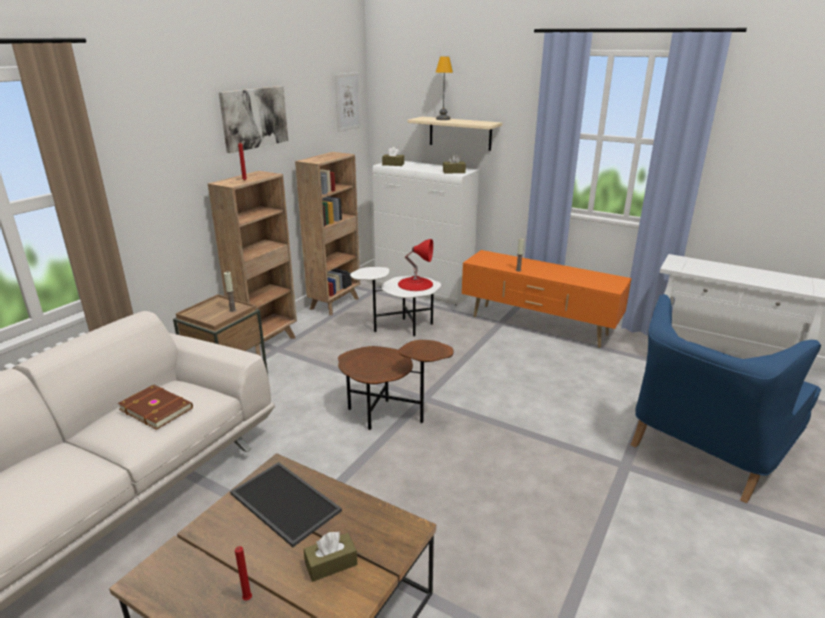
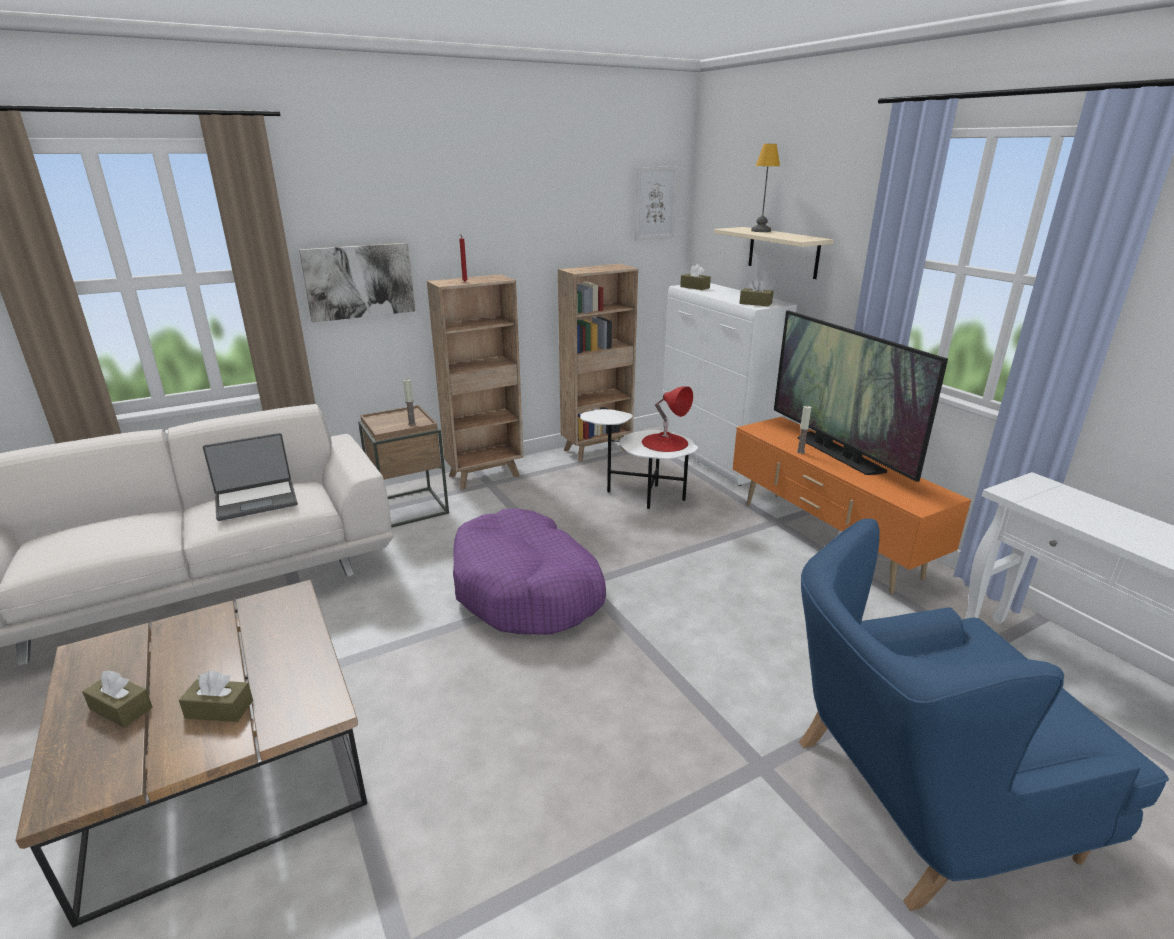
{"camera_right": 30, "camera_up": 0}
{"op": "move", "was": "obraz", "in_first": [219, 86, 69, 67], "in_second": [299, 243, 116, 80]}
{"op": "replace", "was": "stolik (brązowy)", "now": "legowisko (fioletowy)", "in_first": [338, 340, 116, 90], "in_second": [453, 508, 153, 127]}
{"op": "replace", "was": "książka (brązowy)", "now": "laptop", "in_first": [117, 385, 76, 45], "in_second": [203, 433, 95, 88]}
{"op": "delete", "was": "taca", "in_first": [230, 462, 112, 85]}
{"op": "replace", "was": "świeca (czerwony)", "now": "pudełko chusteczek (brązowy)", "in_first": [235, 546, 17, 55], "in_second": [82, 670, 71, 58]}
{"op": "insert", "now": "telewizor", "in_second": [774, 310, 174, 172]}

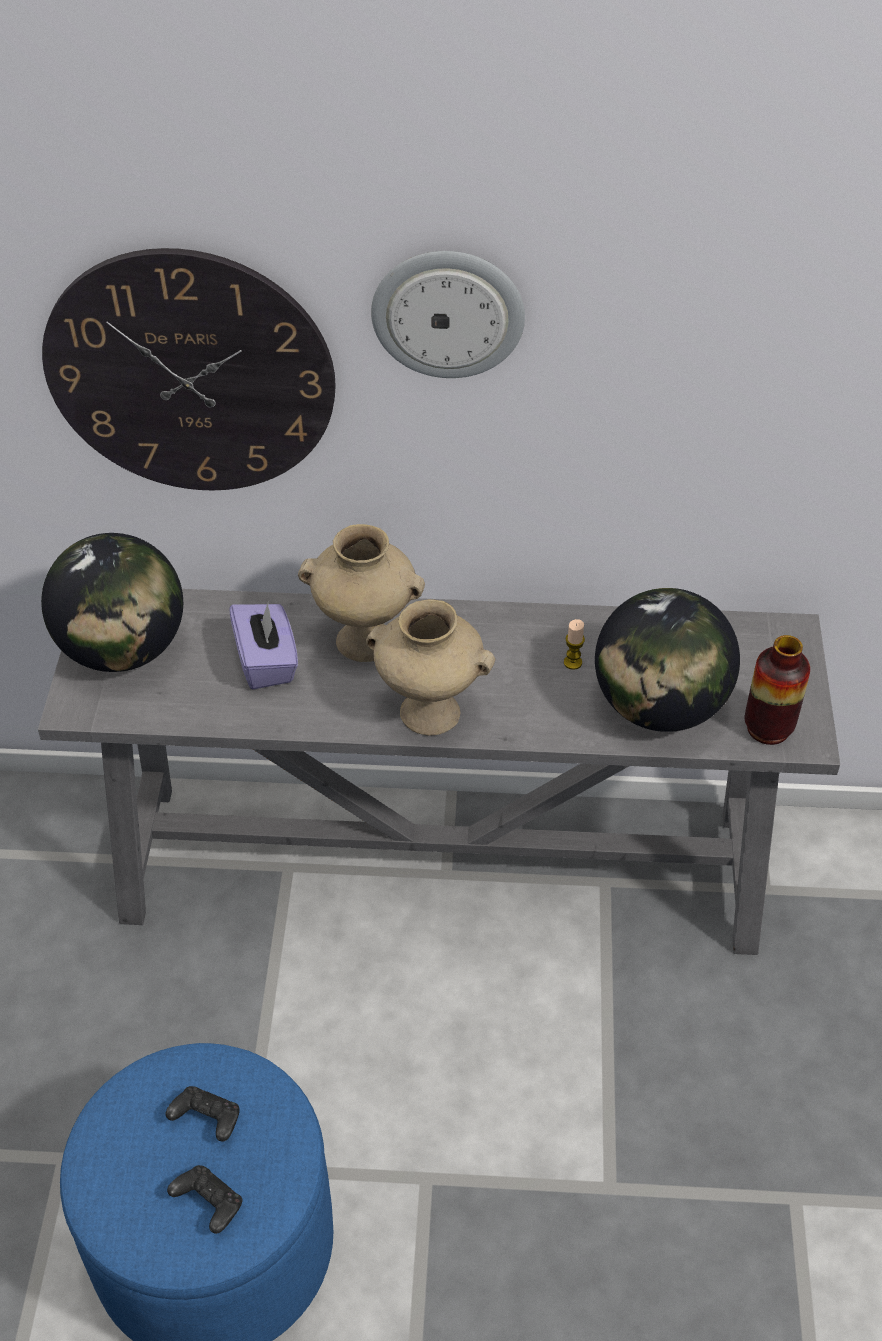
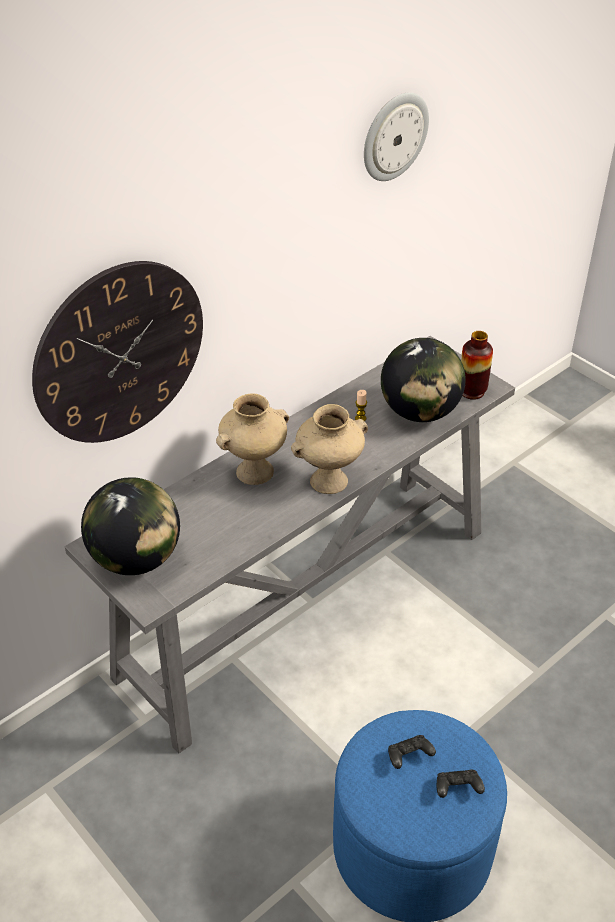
{"camera_right": -45, "camera_up": -5}
{"op": "move", "was": "zegar ścienny", "in_first": [371, 251, 154, 127], "in_second": [364, 92, 65, 89]}
{"op": "delete", "was": "pudełko chusteczek (fioletowy)", "in_first": [229, 601, 69, 89]}

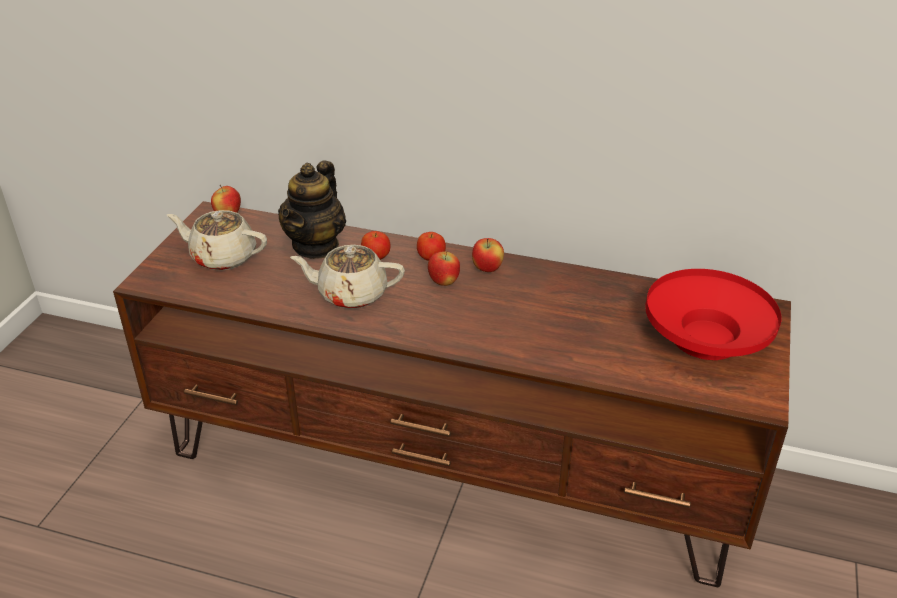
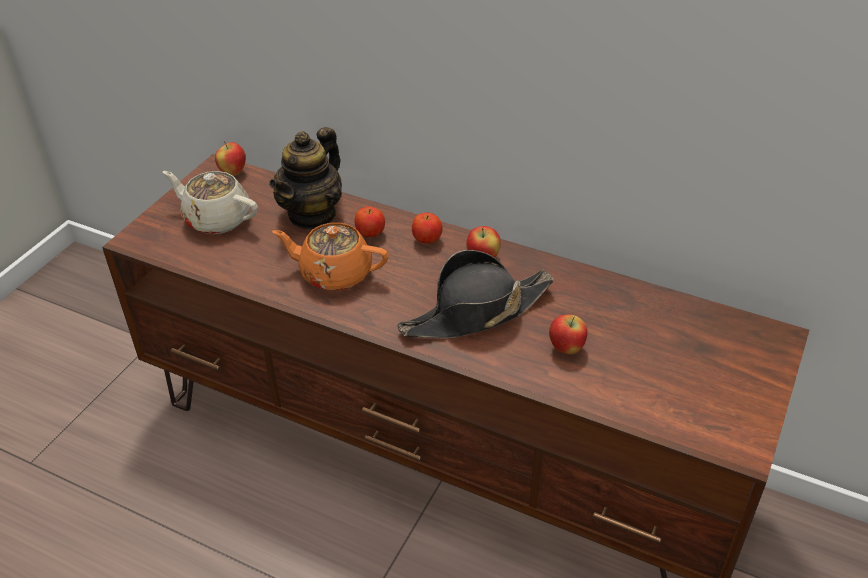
{"camera_right": 10, "camera_up": 5}
{"op": "recolor", "was": "imbryk (beżowy)", "now": "imbryk (pomarańczowy)", "in_first": [290, 245, 115, 64], "in_second": [272, 223, 116, 68]}
{"op": "move", "was": "jabłko", "in_first": [428, 250, 32, 36], "in_second": [549, 314, 38, 40]}
{"op": "delete", "was": "miska (czerwony)", "in_first": [645, 269, 137, 91]}
{"op": "insert", "now": "kapelusz (czarny)", "in_second": [397, 250, 157, 88]}

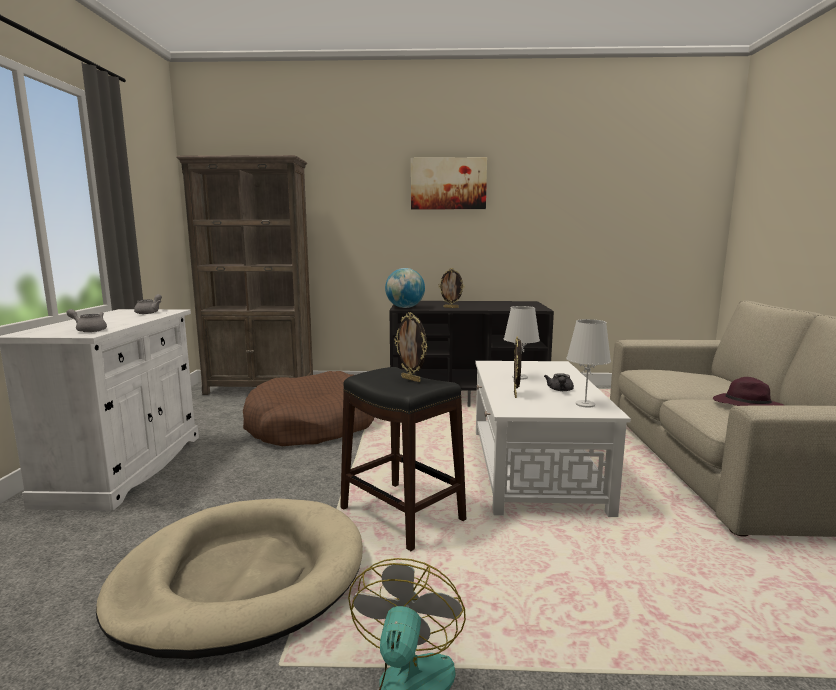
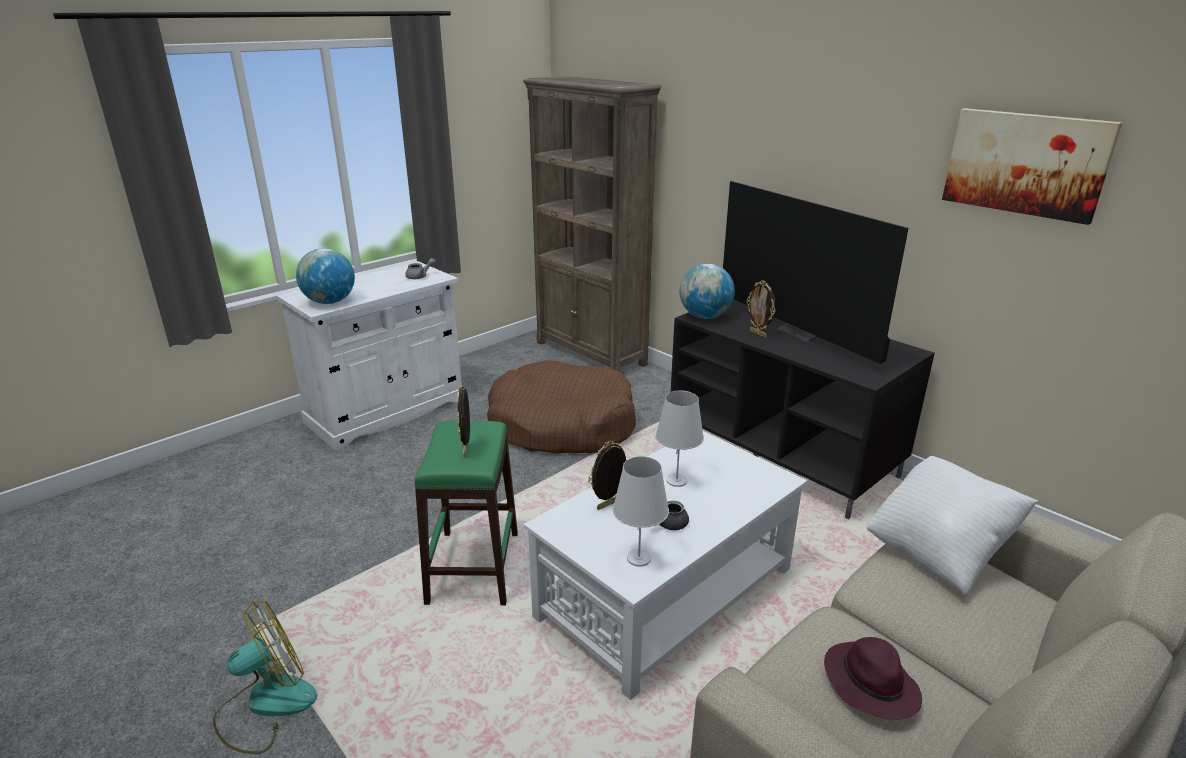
{"camera_right": 45, "camera_up": 15}
{"op": "move", "was": "obraz", "in_first": [411, 157, 76, 52], "in_second": [942, 108, 180, 117]}
{"op": "replace", "was": "imbryk (szary)", "now": "globus", "in_first": [67, 309, 40, 23], "in_second": [296, 248, 59, 56]}
{"op": "recolor", "was": "stołek (czarny)", "now": "stołek (zielony)", "in_first": [340, 367, 126, 184], "in_second": [414, 420, 104, 185]}
{"op": "delete", "was": "legowisko (beżowy)", "in_first": [96, 498, 267, 161]}
{"op": "insert", "now": "telewizor", "in_second": [723, 181, 185, 183]}
{"op": "insert", "now": "poduszka (biały)", "in_second": [866, 456, 172, 139]}

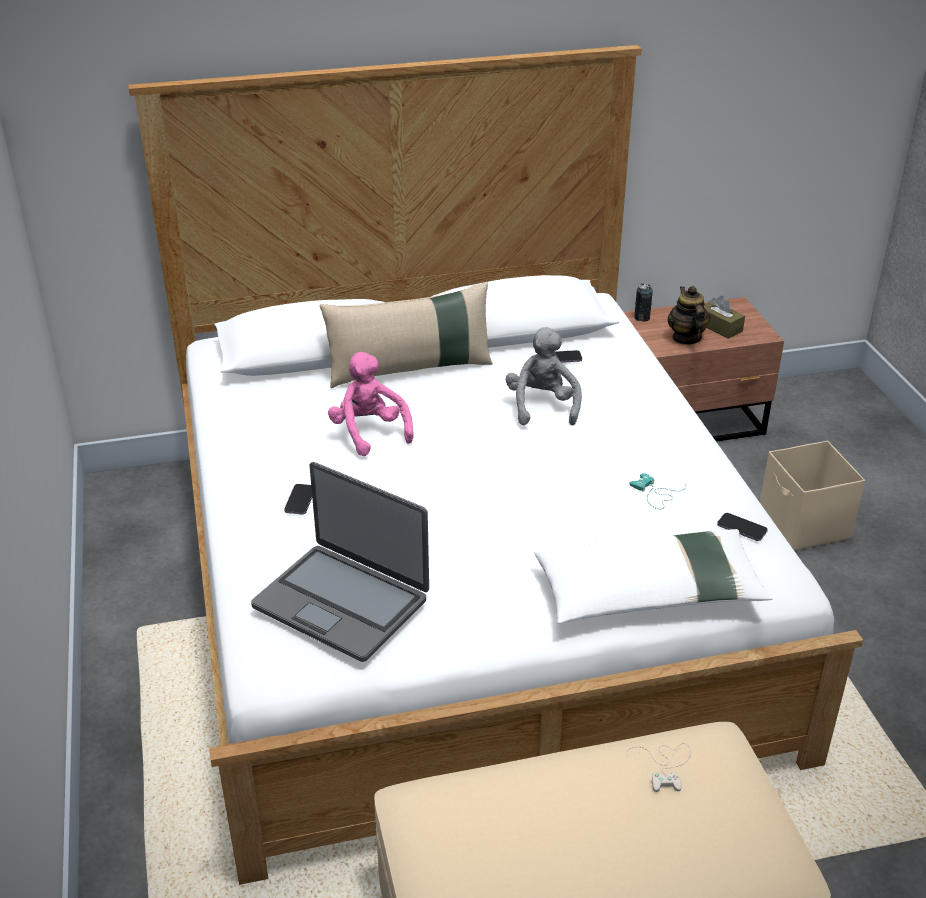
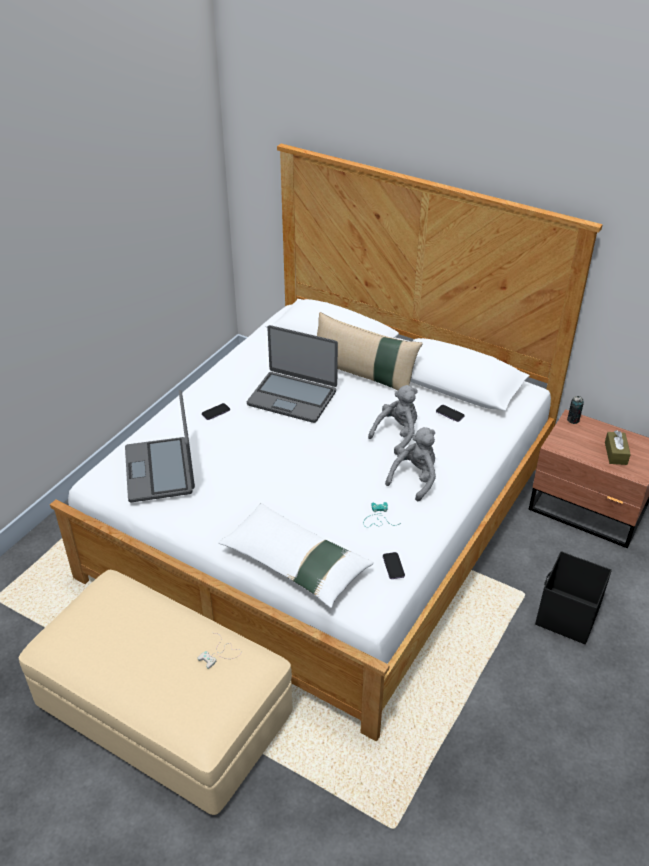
{"camera_right": 45, "camera_up": 5}
{"op": "delete", "was": "imbryk", "in_first": [668, 286, 43, 59]}
{"op": "replace", "was": "pluszak (różowy)", "now": "laptop", "in_first": [328, 352, 86, 104], "in_second": [247, 325, 91, 98]}
{"op": "recolor", "was": "pojemnik do przechowywania (beżowy)", "now": "pojemnik do przechowywania (czarny)", "in_first": [760, 441, 105, 109], "in_second": [535, 551, 77, 93]}
{"op": "insert", "now": "pluszak (szary)", "in_second": [385, 427, 51, 74]}

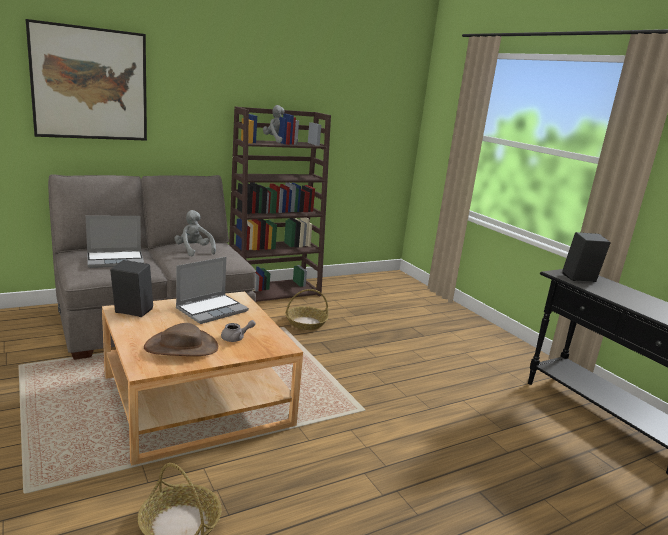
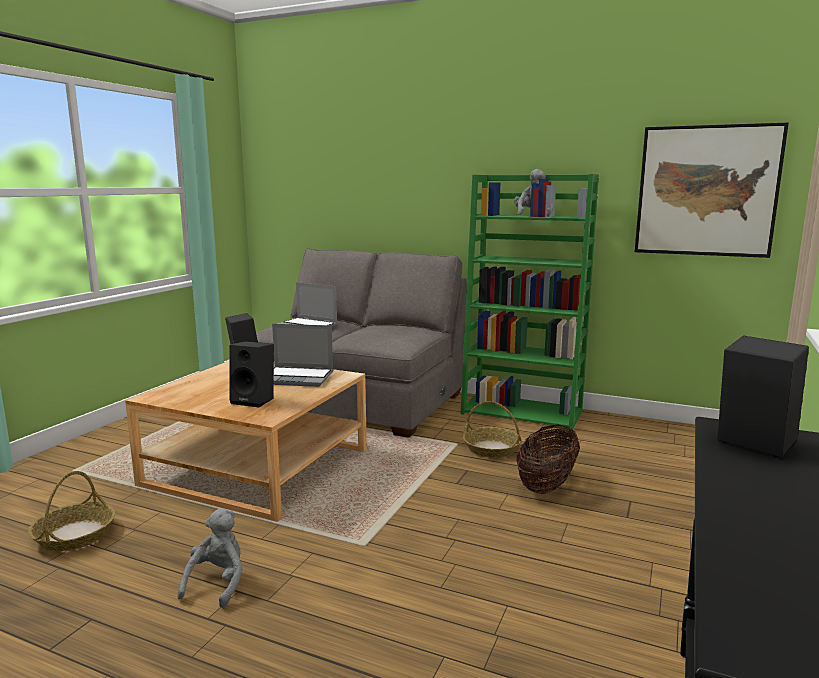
{"camera_right": 55, "camera_up": -5}
{"op": "move", "was": "obraz", "in_first": [26, 19, 121, 122], "in_second": [635, 122, 154, 136]}
{"op": "recolor", "was": "regał (brązowy)", "now": "regał (zielony)", "in_first": [229, 106, 102, 196], "in_second": [460, 174, 139, 257]}
{"op": "move", "was": "pluszak (szary)", "in_first": [174, 210, 42, 46], "in_second": [178, 508, 65, 100]}
{"op": "replace", "was": "imbryk (szary)", "now": "głośnik (czarny)", "in_first": [221, 320, 35, 22], "in_second": [229, 341, 45, 66]}
{"op": "delete", "was": "kapelusz (brązowy)", "in_first": [144, 323, 74, 33]}
{"op": "insert", "now": "koszyk", "in_second": [516, 424, 64, 70]}

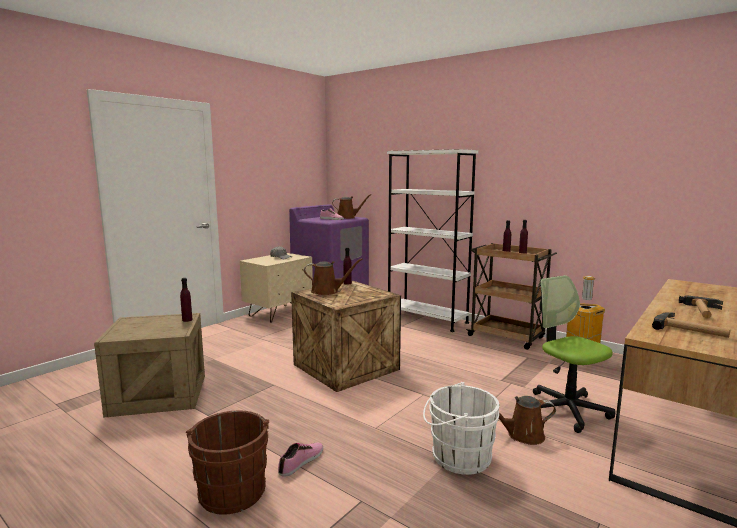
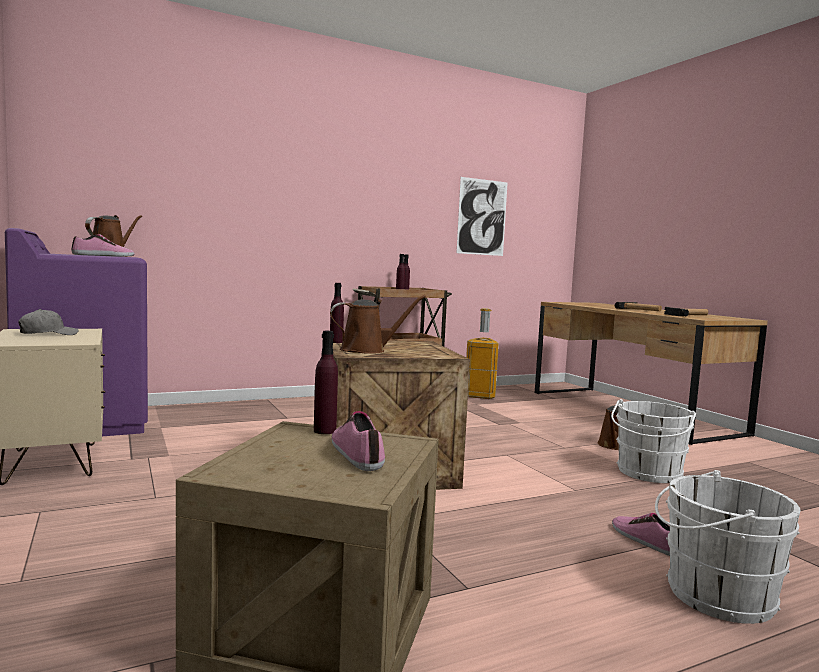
{"camera_right": -65, "camera_up": -5}
{"op": "delete", "was": "regał (biały)", "in_first": [387, 149, 91, 183]}
{"op": "rotate", "was": "konewka (brązowy)", "in_first": [304, 259, 59, 36], "in_second": [330, 295, 96, 59], "clockwise": 45}
{"op": "delete", "was": "krzesło biurowe", "in_first": [533, 275, 82, 158]}
{"op": "recolor", "was": "wiadro (brązowy)", "now": "wiadro (biały)", "in_first": [186, 411, 83, 104], "in_second": [655, 470, 145, 154]}
{"op": "insert", "now": "obraz", "in_second": [457, 177, 51, 79]}
{"op": "insert", "now": "but", "in_second": [332, 411, 53, 60]}

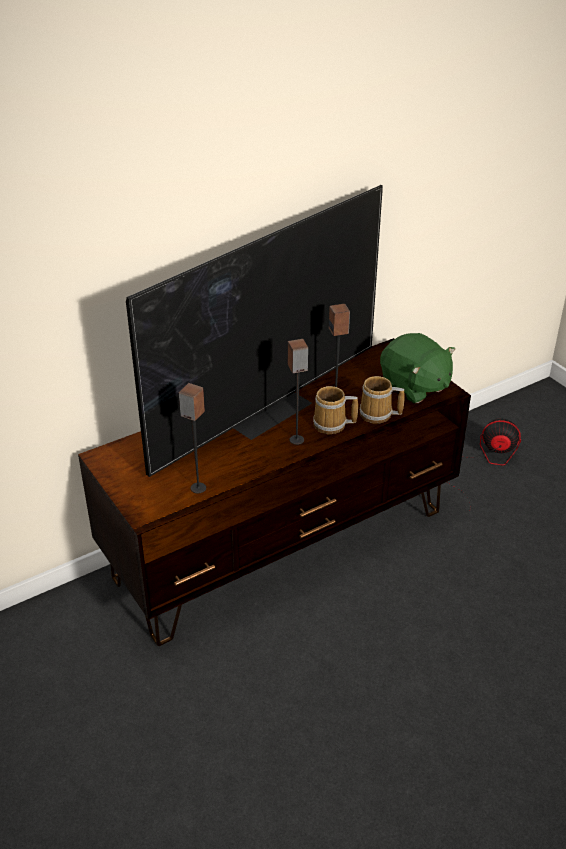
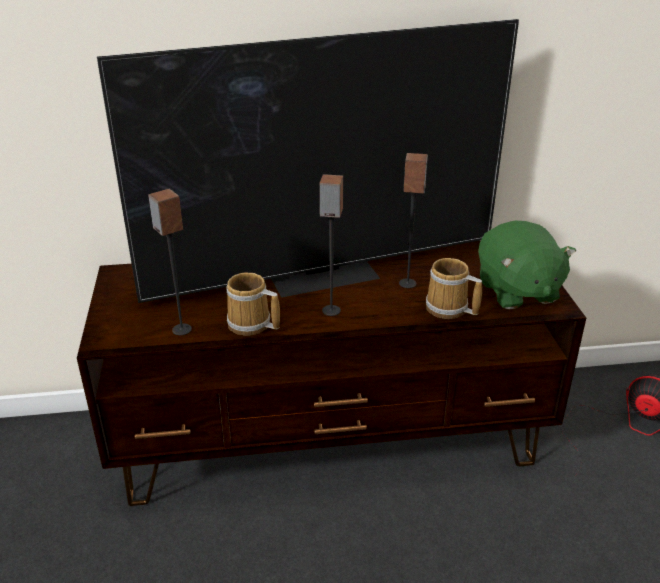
{"camera_right": 25, "camera_up": -5}
{"op": "move", "was": "kubek", "in_first": [313, 386, 45, 48], "in_second": [226, 272, 54, 64]}

